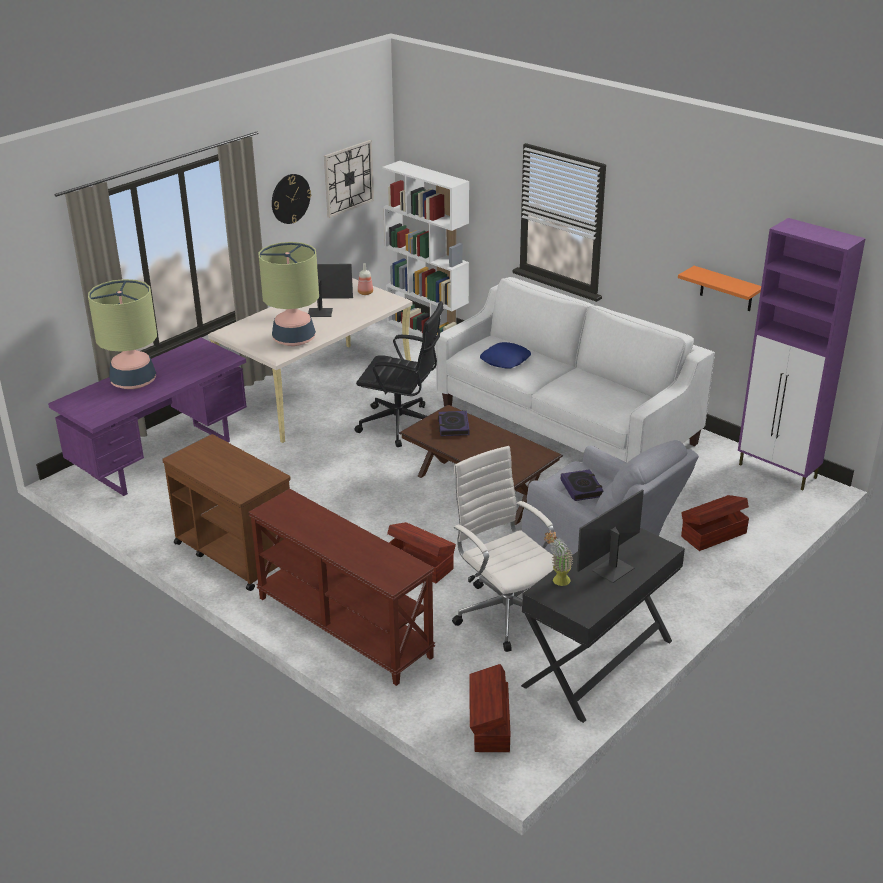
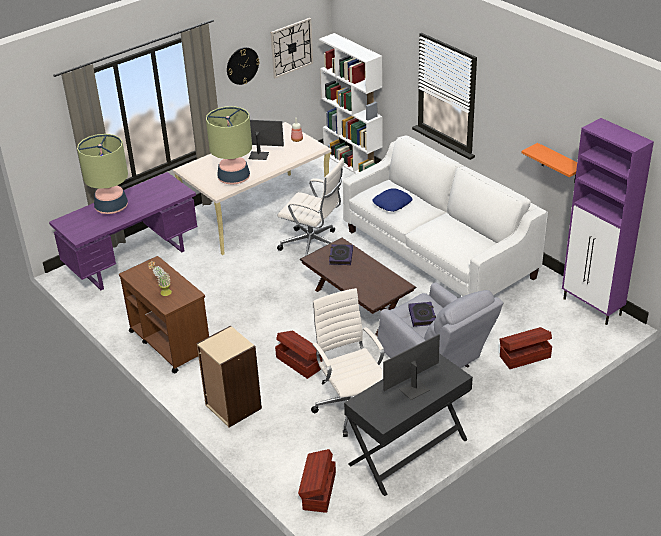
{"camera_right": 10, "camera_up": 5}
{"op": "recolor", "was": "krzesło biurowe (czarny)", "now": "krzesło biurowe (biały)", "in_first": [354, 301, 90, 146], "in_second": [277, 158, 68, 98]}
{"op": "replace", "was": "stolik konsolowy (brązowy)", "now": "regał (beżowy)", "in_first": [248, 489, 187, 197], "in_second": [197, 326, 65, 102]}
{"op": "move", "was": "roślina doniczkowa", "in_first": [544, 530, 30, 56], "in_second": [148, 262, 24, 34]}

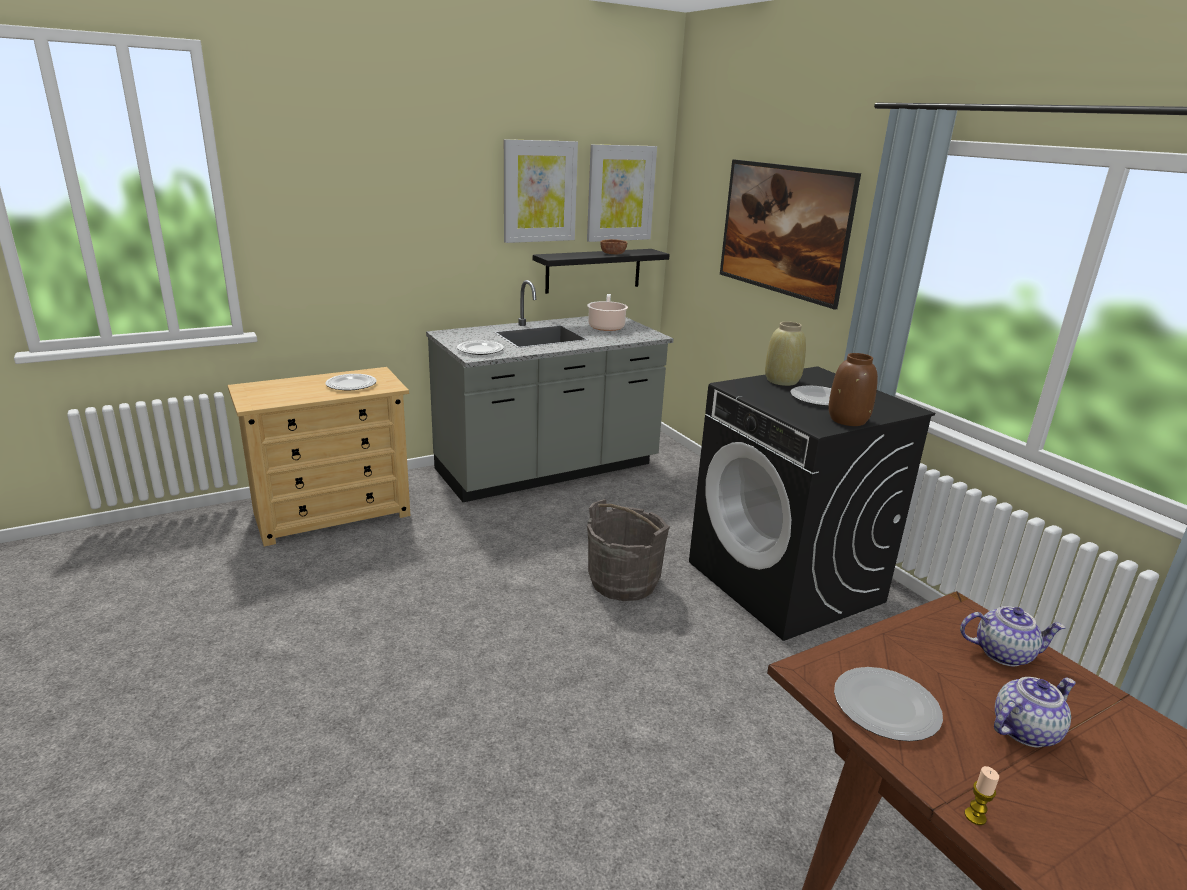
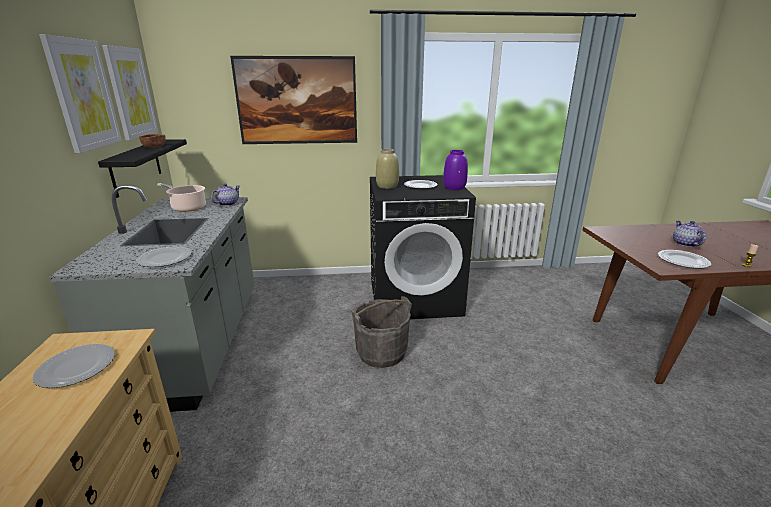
{"camera_right": -65, "camera_up": 0}
{"op": "recolor", "was": "wazon (brązowy)", "now": "wazon (fioletowy)", "in_first": [828, 353, 50, 73], "in_second": [443, 150, 25, 40]}
{"op": "move", "was": "imbryk", "in_first": [960, 606, 105, 60], "in_second": [211, 183, 29, 23]}

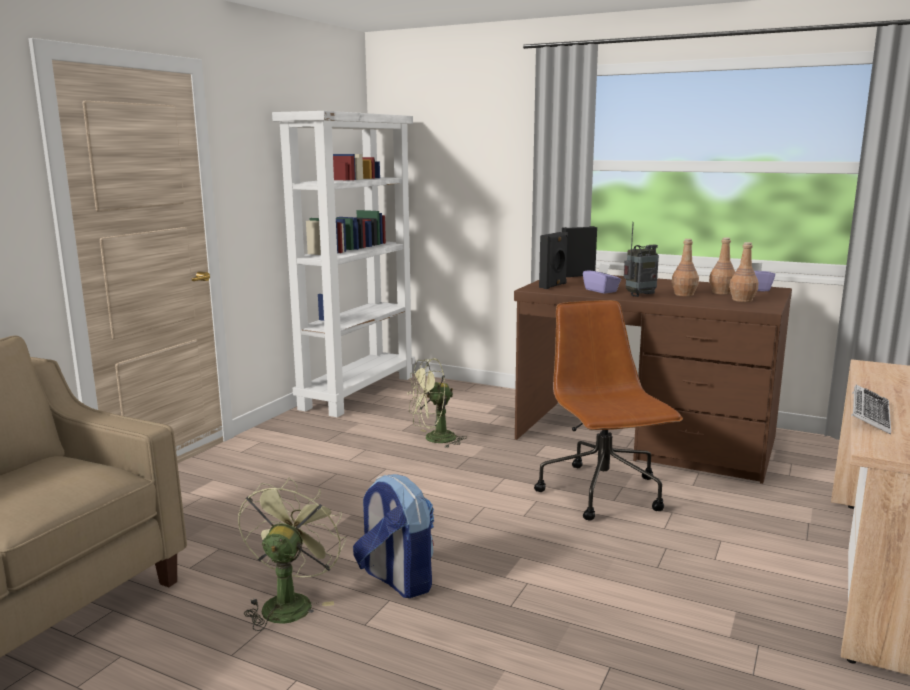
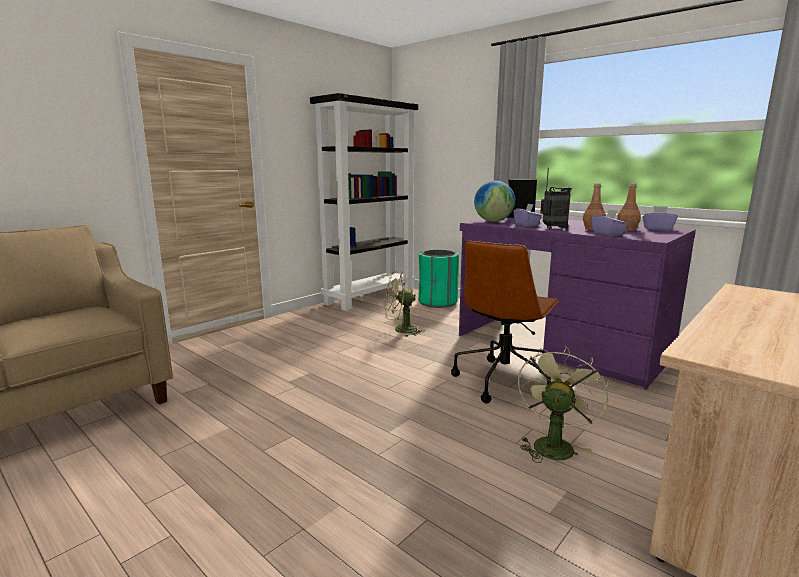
{"camera_right": 15, "camera_up": 0}
{"op": "recolor", "was": "regał (biały)", "now": "regał (czarny)", "in_first": [272, 111, 143, 306], "in_second": [310, 93, 108, 218]}
{"op": "replace", "was": "głośnik (czarny)", "now": "globus", "in_first": [539, 232, 29, 57], "in_second": [474, 181, 41, 41]}
{"op": "delete", "was": "butelka (brązowy)", "in_first": [729, 242, 29, 60]}
{"op": "recolor", "was": "biurko (brązowy)", "now": "biurko (fioletowy)", "in_first": [514, 275, 278, 209], "in_second": [459, 217, 237, 172]}
{"op": "rotate", "was": "krzesło biurowe (brązowy)", "in_first": [534, 300, 149, 221], "in_second": [451, 241, 109, 162], "clockwise": -150}
{"op": "delete", "was": "klawiatura", "in_first": [851, 385, 40, 49]}
{"op": "delete", "was": "plecak", "in_first": [353, 474, 81, 124]}
{"op": "move", "was": "wentylator (zielony)", "in_first": [238, 477, 108, 154], "in_second": [518, 346, 90, 117]}
{"op": "insert", "now": "pudełko chusteczek (fioletowy)", "in_second": [591, 210, 37, 26]}
{"op": "insert", "now": "kosz na śmieci (zielony)", "in_second": [418, 250, 41, 58]}

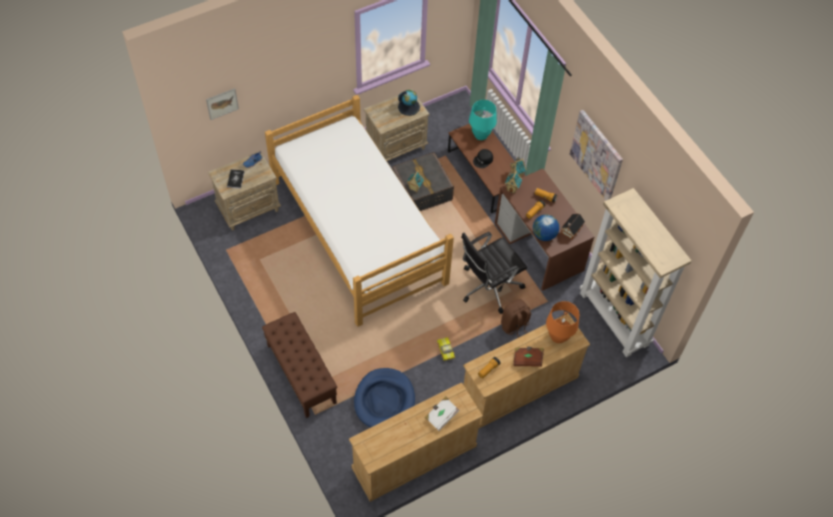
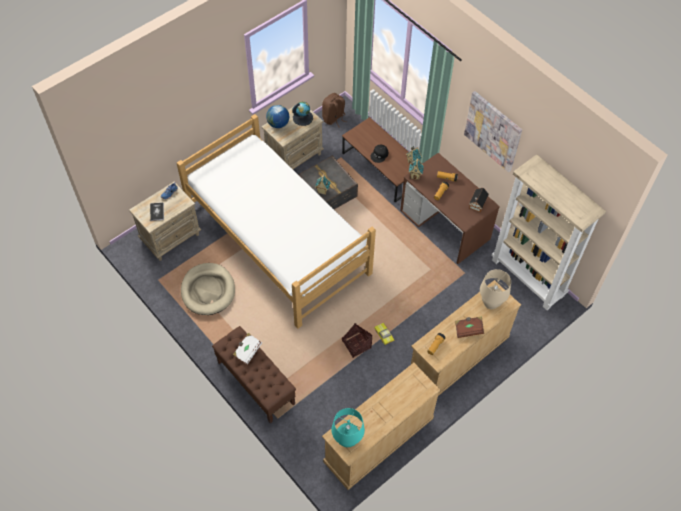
{"camera_right": -10, "camera_up": 0}
{"op": "delete", "was": "obraz", "in_first": [206, 88, 33, 32]}
{"op": "move", "was": "lampa stołowa (turkusowy)", "in_first": [469, 100, 28, 40], "in_second": [331, 408, 34, 39]}
{"op": "move", "was": "globus", "in_first": [533, 215, 26, 26], "in_second": [266, 105, 23, 23]}
{"op": "delete", "was": "krzesło biurowe (czarny)", "in_first": [461, 232, 66, 82]}
{"op": "move", "was": "plecak (brązowy)", "in_first": [501, 299, 30, 39], "in_second": [322, 93, 24, 35]}
{"op": "recolor", "was": "lampa stołowa (pomarańczowy)", "now": "lampa stołowa (beżowy)", "in_first": [546, 301, 33, 42], "in_second": [480, 269, 31, 40]}
{"op": "delete", "was": "legowisko (niebieski)", "in_first": [354, 368, 61, 59]}
{"op": "move", "was": "książka (biały)", "in_first": [425, 396, 35, 35], "in_second": [233, 333, 29, 31]}
{"op": "insert", "now": "legowisko (beżowy)", "in_second": [181, 263, 54, 52]}
{"op": "insert", "now": "koszyk", "in_second": [342, 323, 30, 35]}

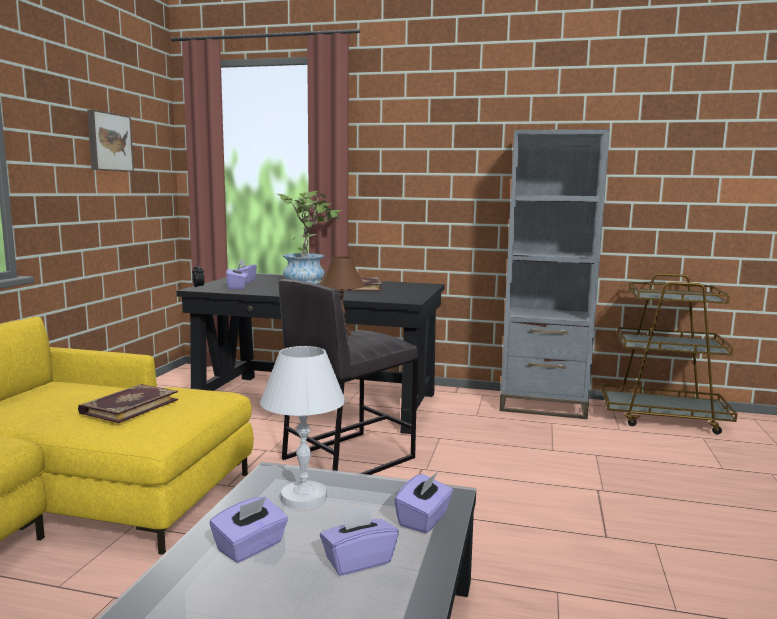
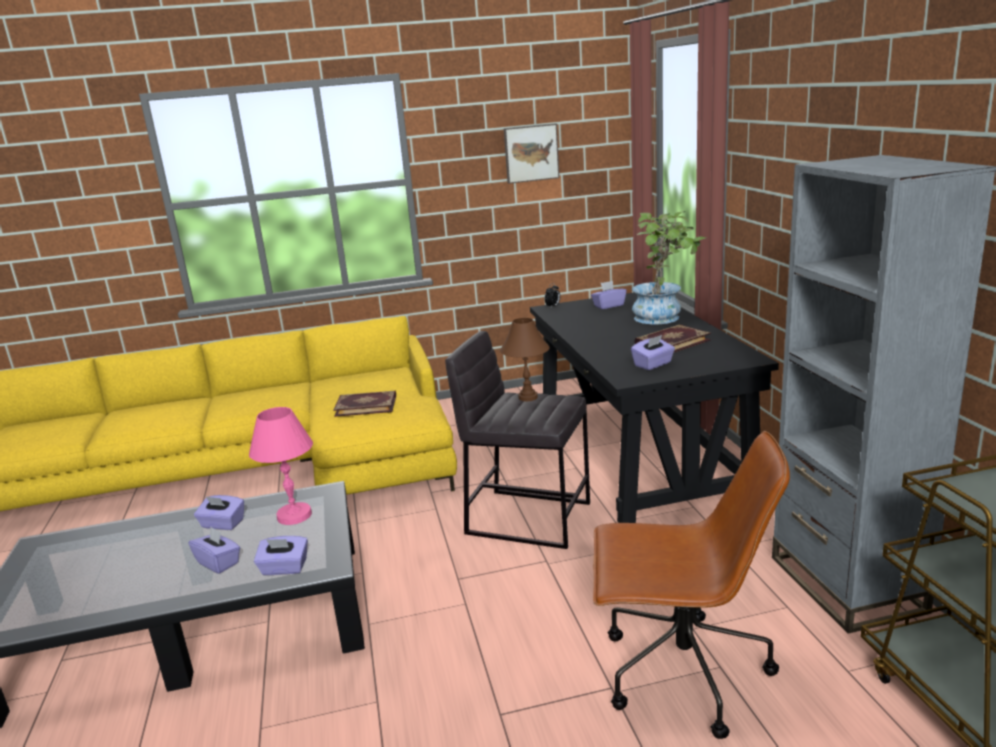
{"camera_right": 65, "camera_up": 10}
{"op": "move", "was": "pudełko chusteczek (fioletowy)", "in_first": [226, 263, 22, 26], "in_second": [631, 335, 44, 35]}
{"op": "recolor", "was": "lampa stołowa (biały)", "now": "lampa stołowa (różowy)", "in_first": [260, 346, 85, 163], "in_second": [249, 407, 64, 118]}
{"op": "insert", "now": "krzesło biurowe (brązowy)", "in_second": [593, 431, 197, 308]}

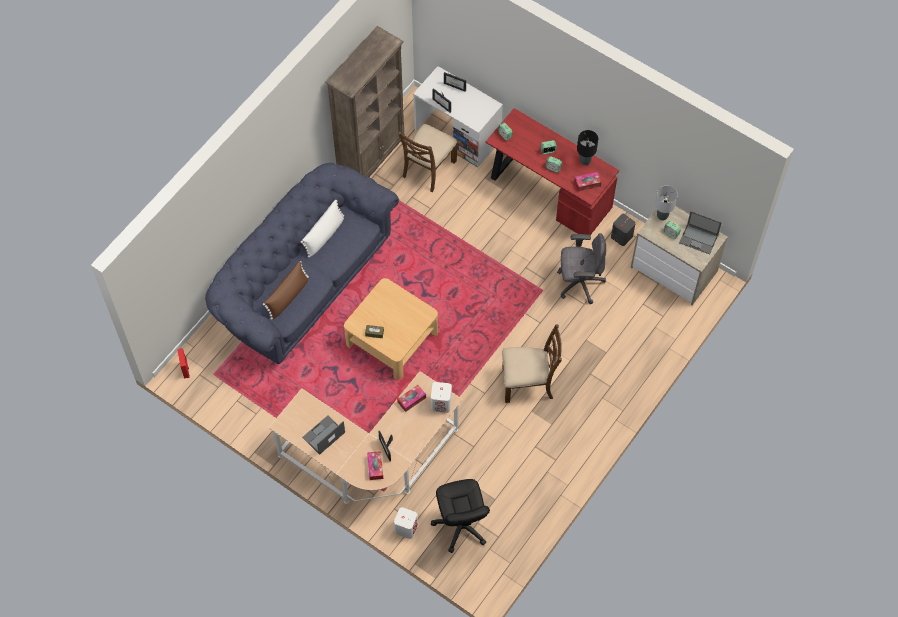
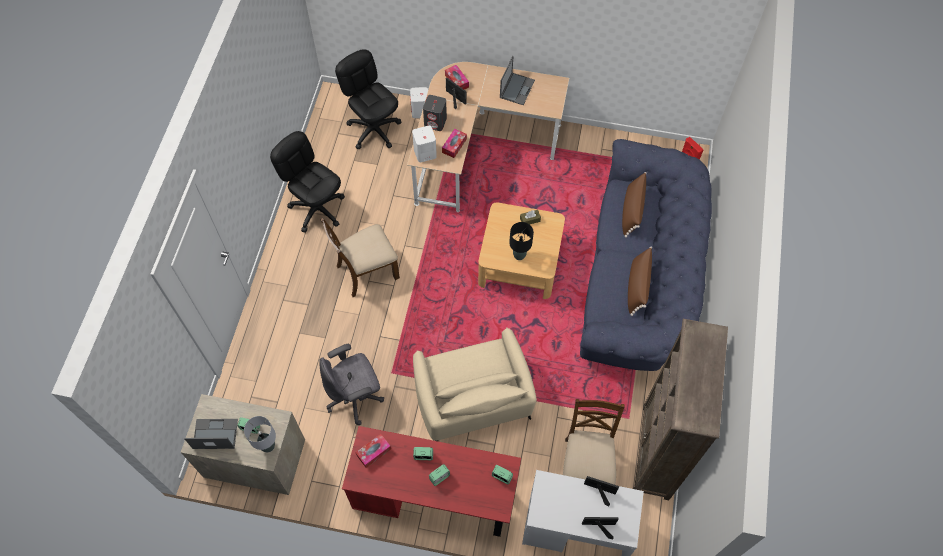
{"camera_right": 155, "camera_up": 0}
{"op": "move", "was": "lampa stołowa (czarny)", "in_first": [577, 130, 21, 35], "in_second": [509, 222, 25, 38]}
{"op": "recolor", "was": "poduszka (biały)", "now": "poduszka (brązowy)", "in_first": [301, 200, 43, 57], "in_second": [628, 247, 24, 69]}
{"op": "move", "was": "głośnik (szary)", "in_first": [611, 214, 25, 32], "in_second": [423, 95, 24, 36]}
{"op": "insert", "now": "krzesło biurowe (czarny)", "in_second": [270, 131, 75, 102]}
{"op": "insert", "now": "fotel (beżowy)", "in_second": [413, 328, 124, 113]}

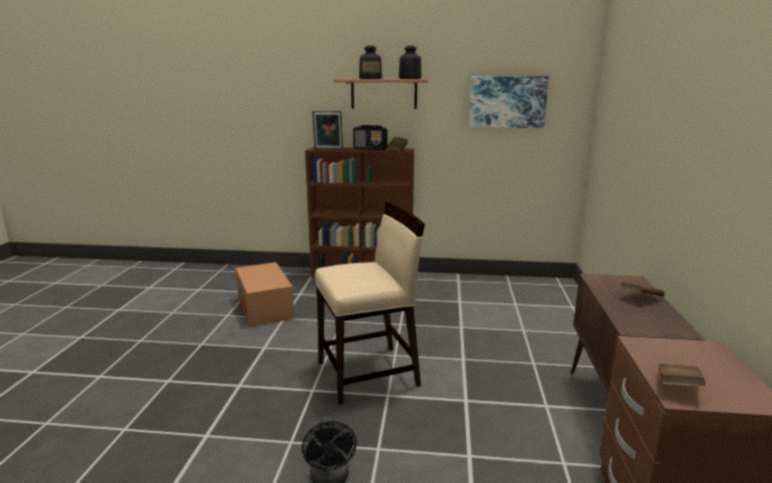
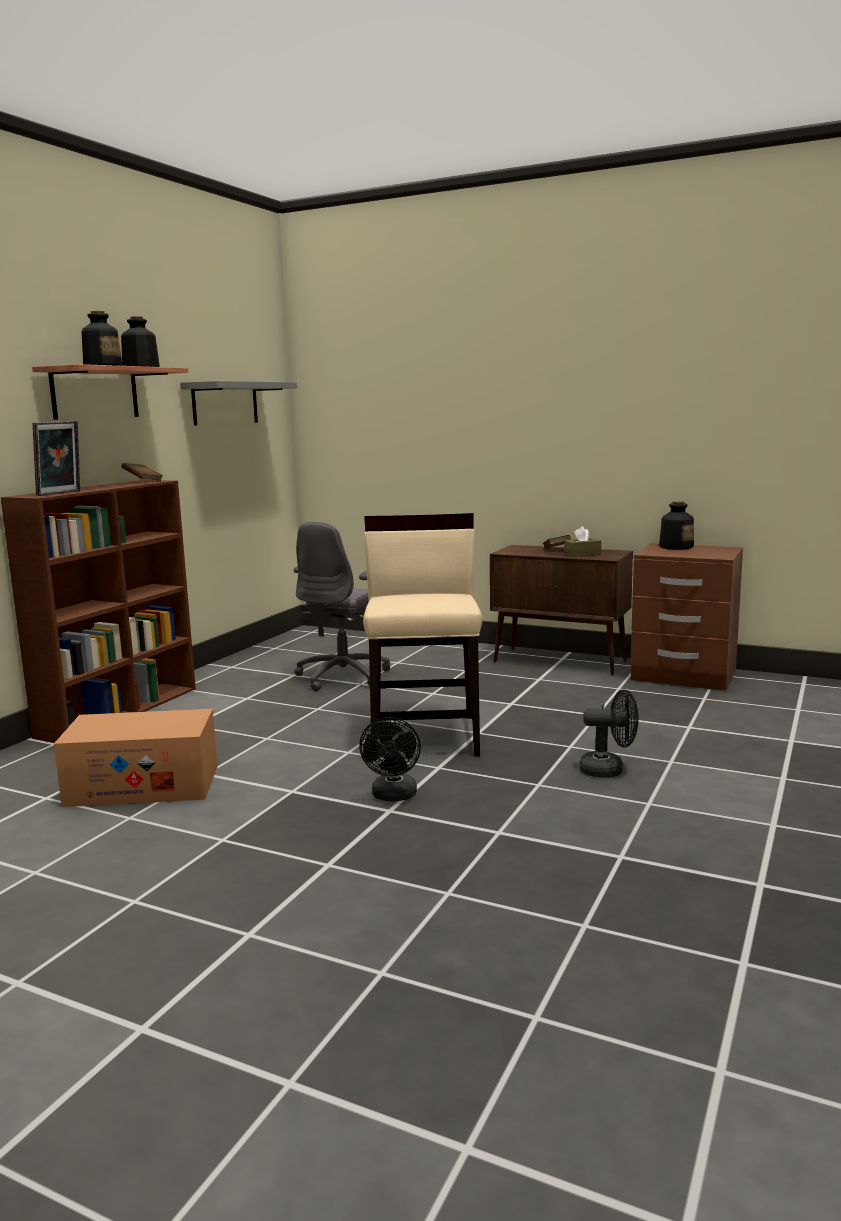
{"camera_right": -70, "camera_up": -5}
{"op": "replace", "was": "obraz", "now": "półka (szary)", "in_first": [469, 76, 80, 52], "in_second": [180, 381, 117, 45]}
{"op": "delete", "was": "radio", "in_first": [353, 125, 35, 25]}
{"op": "delete", "was": "książka (brązowy)", "in_first": [659, 364, 46, 22]}
{"op": "insert", "now": "butelka", "in_second": [659, 501, 35, 49]}
{"op": "insert", "now": "krzesło biurowe (szary)", "in_second": [294, 522, 96, 169]}
{"op": "insert", "now": "pudełko chusteczek (brązowy)", "in_second": [564, 526, 37, 31]}
{"op": "insert", "now": "wentylator (czarny)", "in_second": [359, 717, 62, 84]}

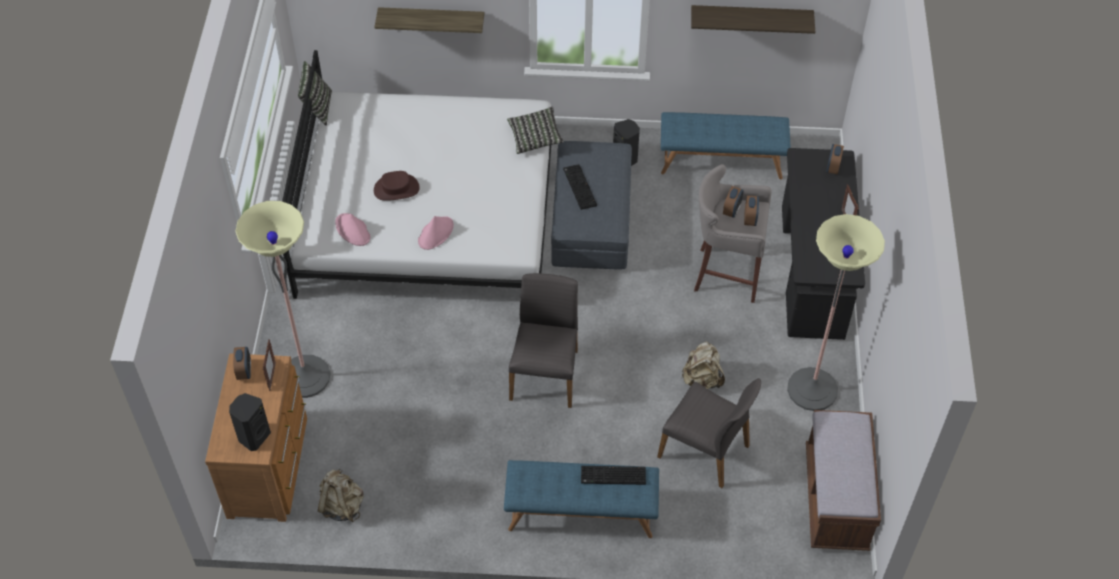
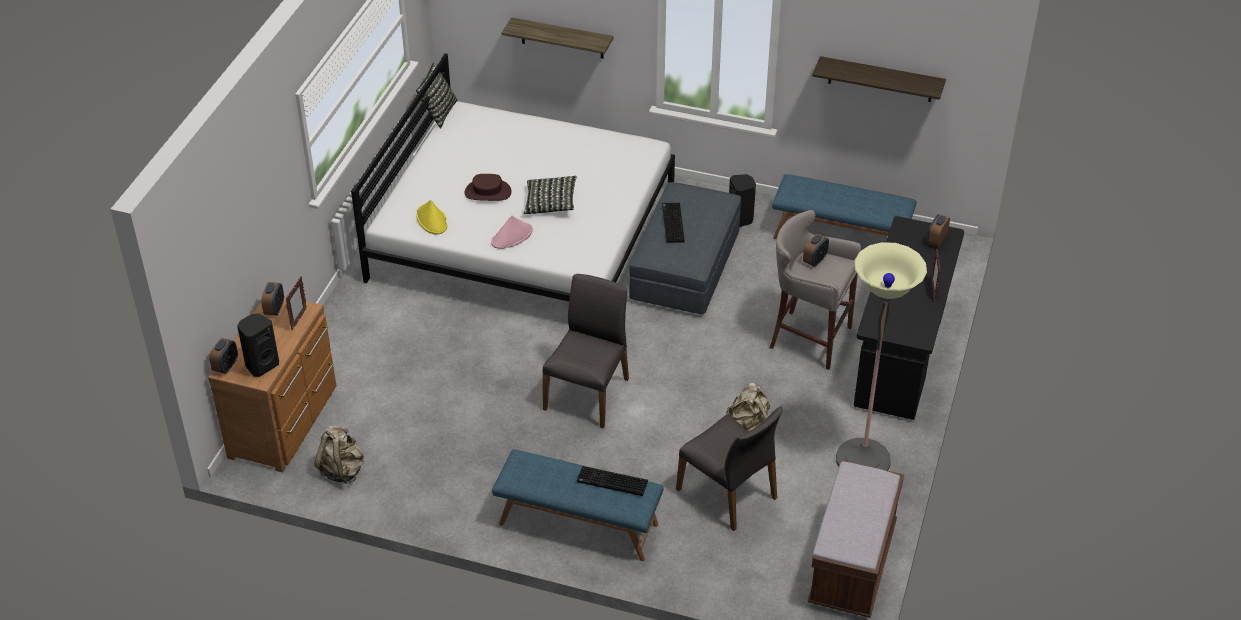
{"camera_right": 15, "camera_up": -10}
{"op": "move", "was": "poduszka", "in_first": [507, 107, 57, 47], "in_second": [524, 176, 53, 38]}
{"op": "move", "was": "budzik", "in_first": [744, 195, 15, 31], "in_second": [209, 338, 29, 36]}
{"op": "delete", "was": "lampa stojąca", "in_first": [235, 201, 95, 197]}
{"op": "recolor", "was": "kapelusz (różowy)", "now": "kapelusz (żółty)", "in_first": [335, 213, 35, 33], "in_second": [416, 200, 31, 35]}

